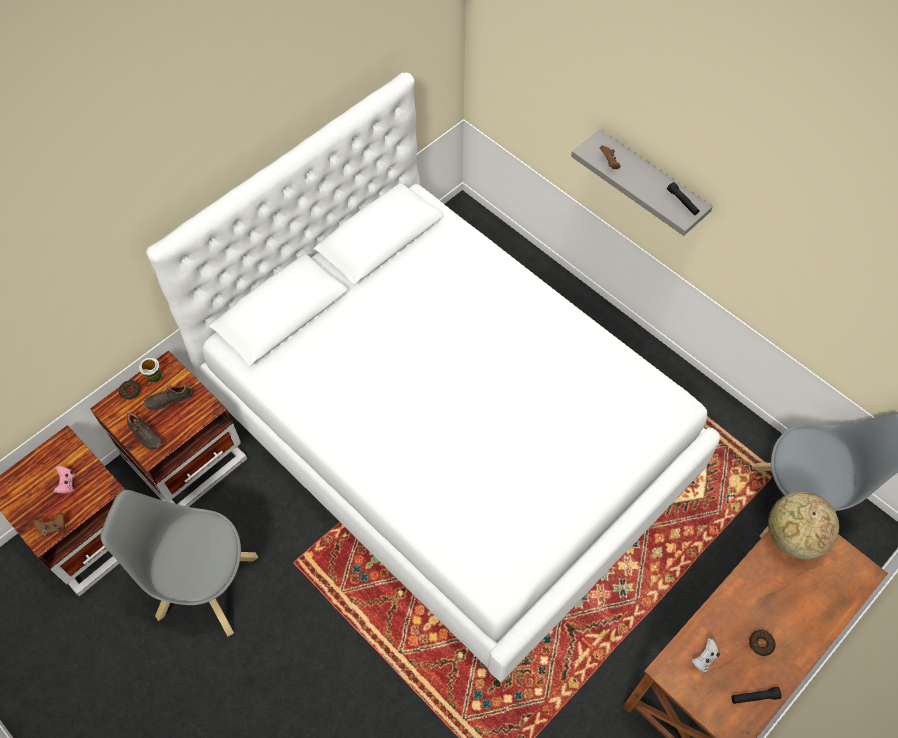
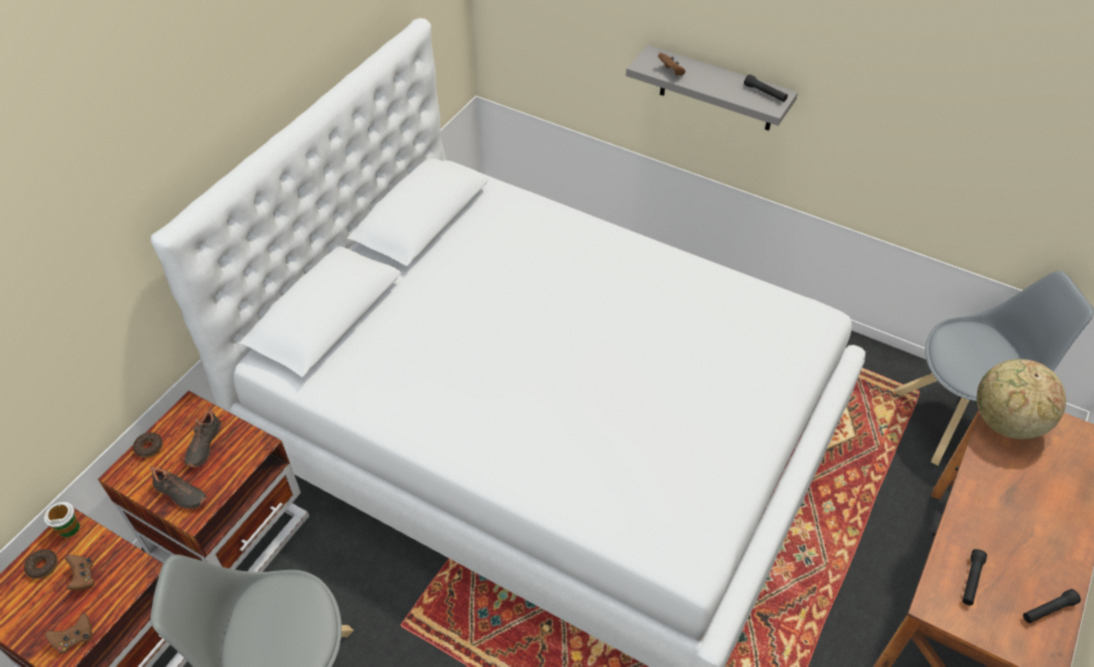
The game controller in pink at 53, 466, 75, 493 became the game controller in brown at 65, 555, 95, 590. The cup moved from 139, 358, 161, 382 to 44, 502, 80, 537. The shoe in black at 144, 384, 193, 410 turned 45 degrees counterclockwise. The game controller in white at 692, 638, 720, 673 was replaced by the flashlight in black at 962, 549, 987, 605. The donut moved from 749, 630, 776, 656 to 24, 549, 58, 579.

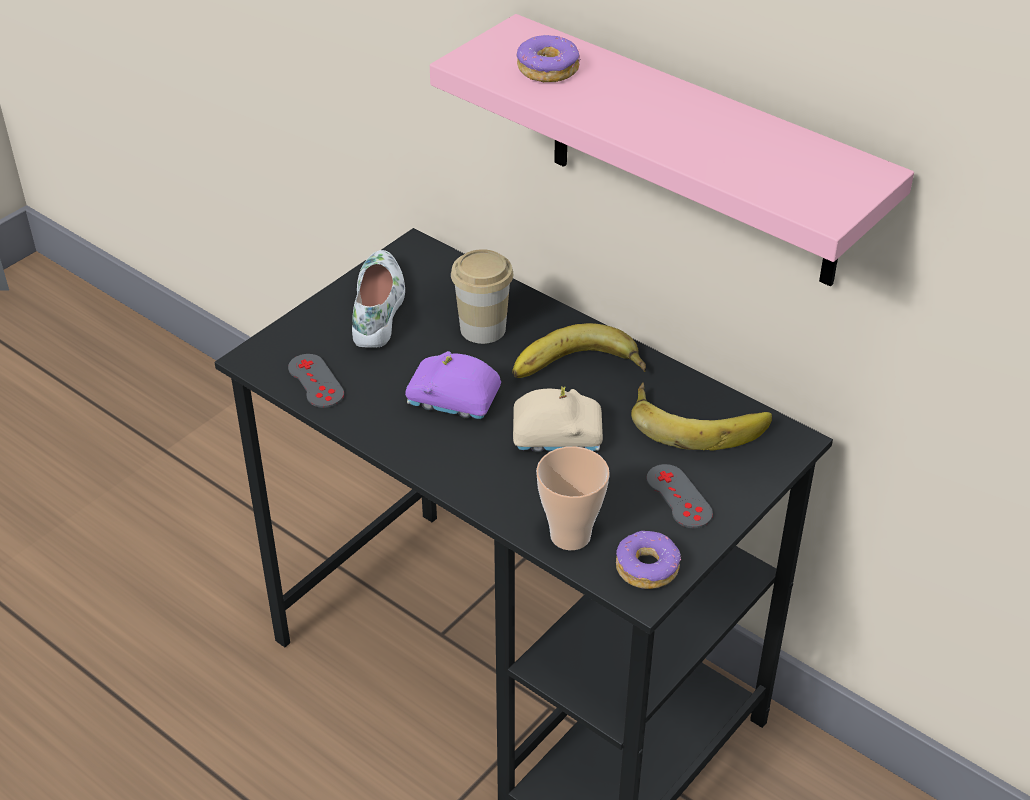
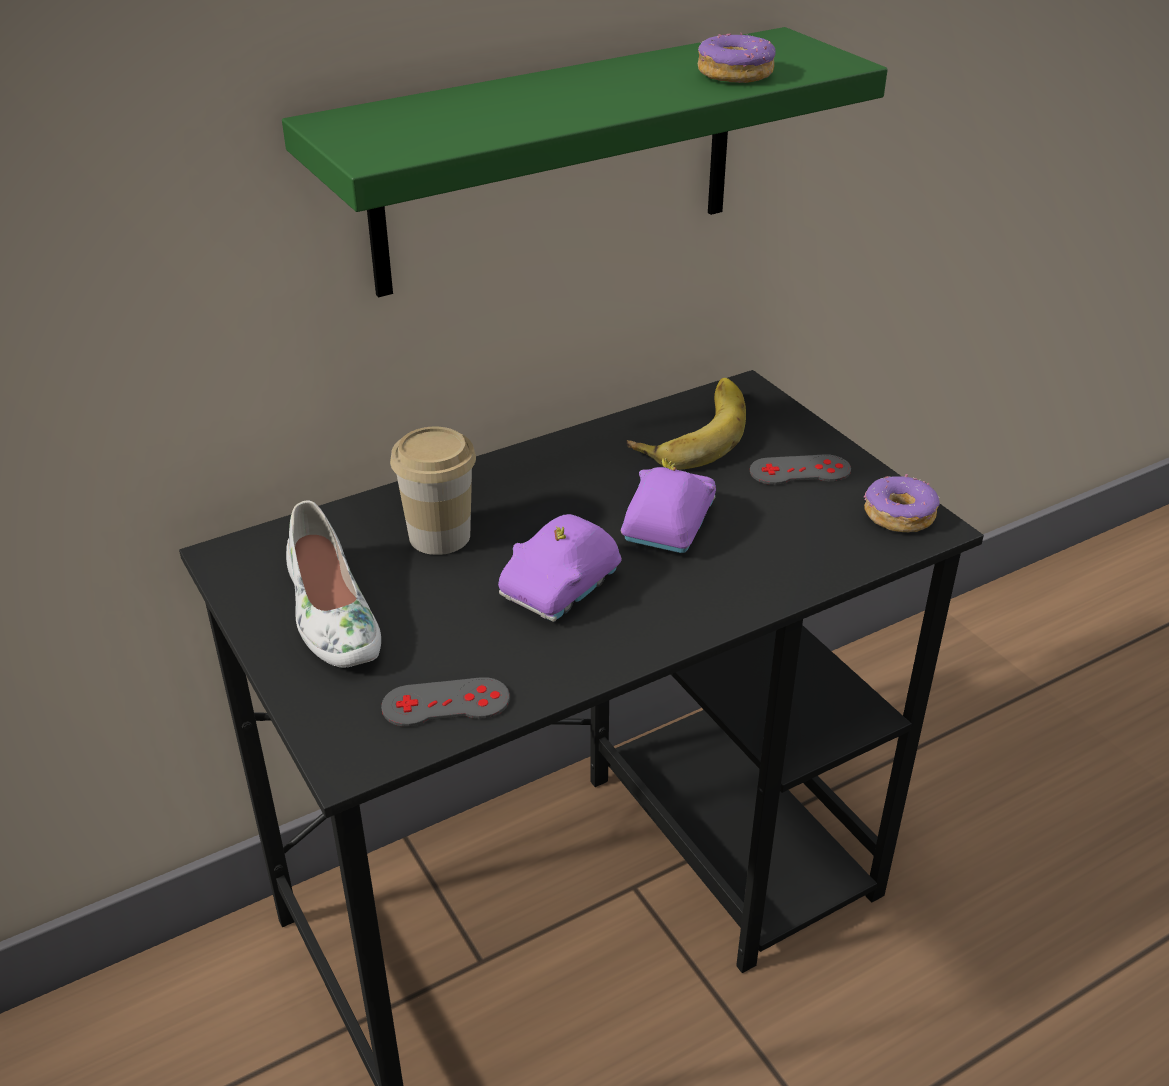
The shoe in white at 352, 250, 405, 348 turned 135 degrees counterclockwise. The shelf in pink at 430, 14, 914, 287 became the shelf in green at 282, 27, 888, 297. The banana at 512, 323, 646, 378 disappeared. The toy car in beige at 513, 386, 603, 452 became the toy car in purple at 621, 458, 716, 553. The donut moved from 517, 35, 581, 82 to 698, 33, 776, 83. The cup at 536, 446, 610, 550 disappeared.

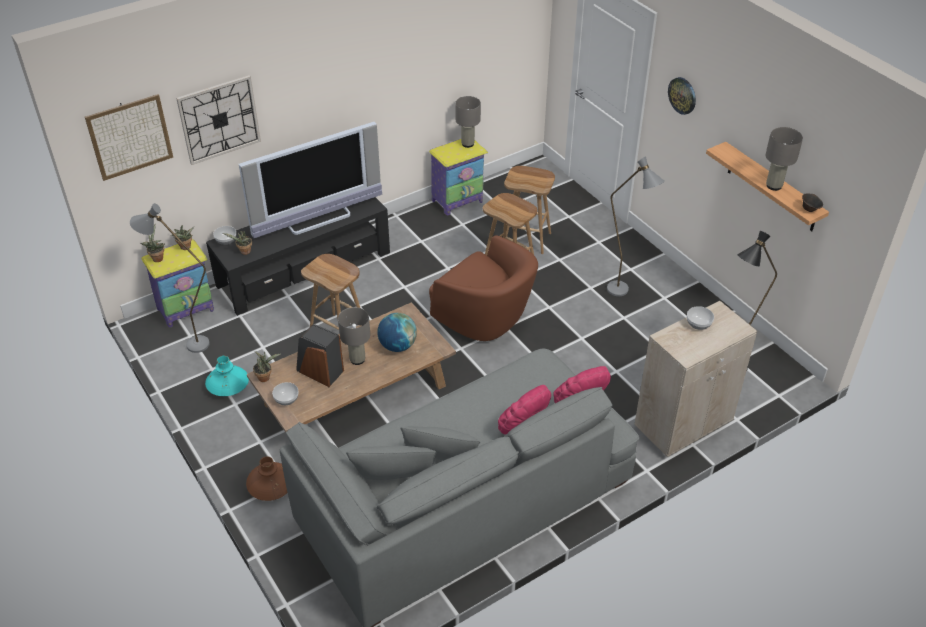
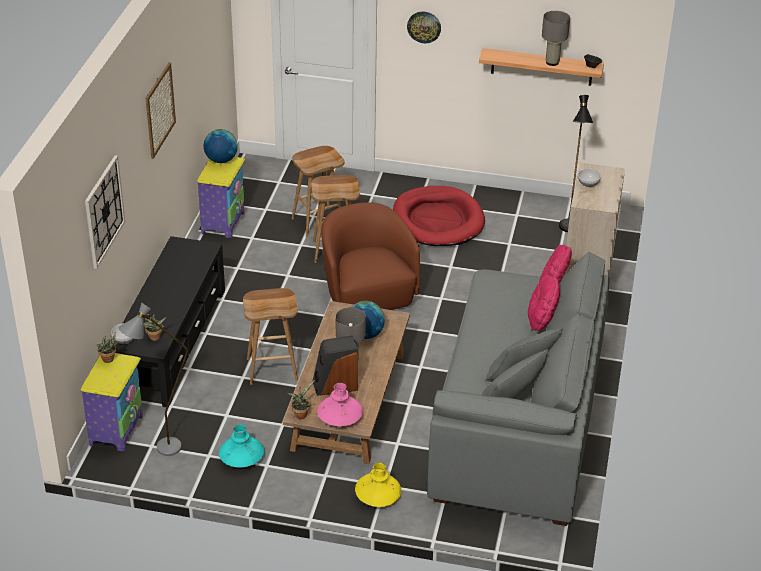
The picture moved from 85, 94, 173, 181 to 146, 62, 176, 159. The potted plant at 140, 223, 165, 262 disappeared. The television at 239, 122, 382, 238 disappeared. The vase in brown at 246, 456, 288, 501 became the vase in yellow at 355, 463, 401, 507. The bowl at 272, 382, 298, 405 was replaced by the vase in pink at 317, 383, 363, 426. The armchair in brown at 429, 235, 538, 341 turned 105 degrees counterclockwise. The table lamp in grey at 455, 96, 481, 148 was replaced by the globe at 204, 129, 238, 163. The floor lamp in grey at 607, 156, 665, 296 was replaced by the dog bed in red at 393, 186, 485, 246.

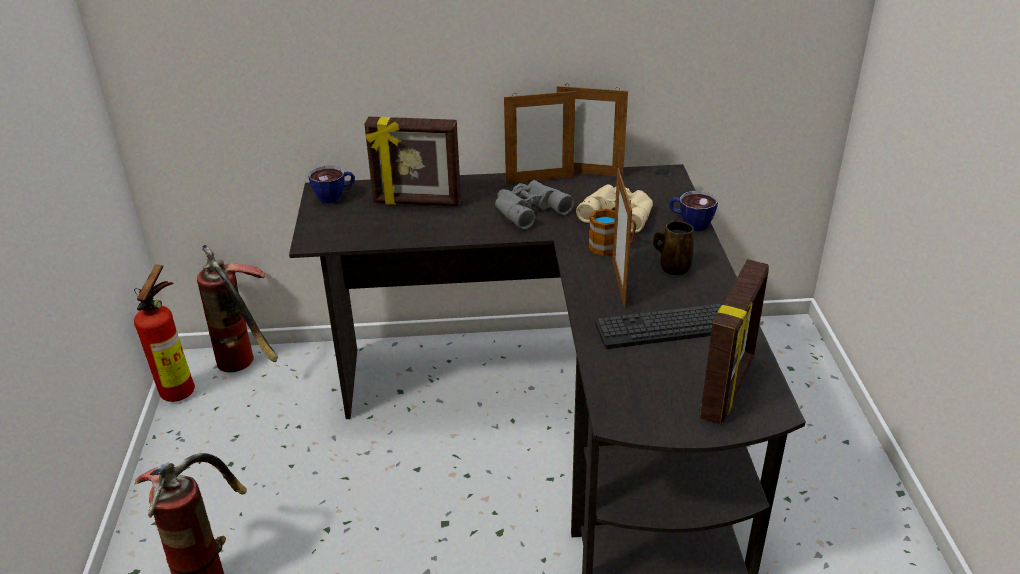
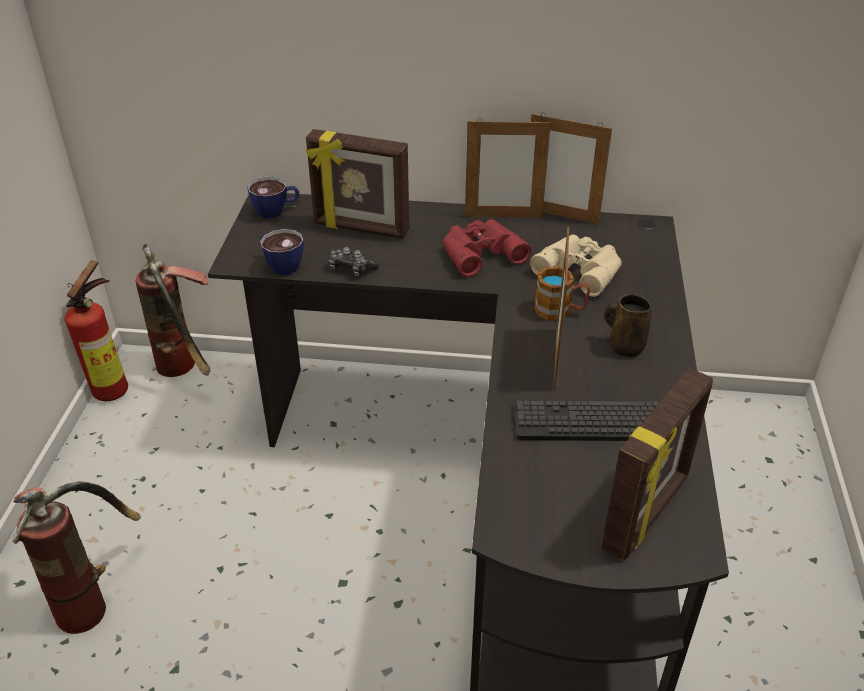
The binoculars in grey at 495, 180, 574, 230 became the binoculars in red at 443, 219, 531, 277. The cup moved from 669, 191, 718, 231 to 260, 229, 304, 275. The game controller at 329, 247, 379, 276 appeared.

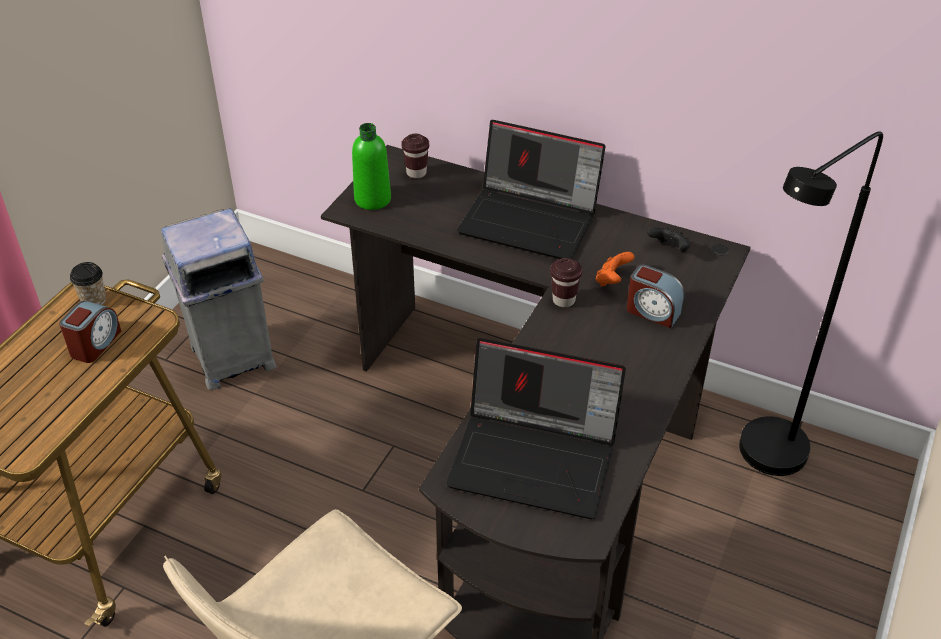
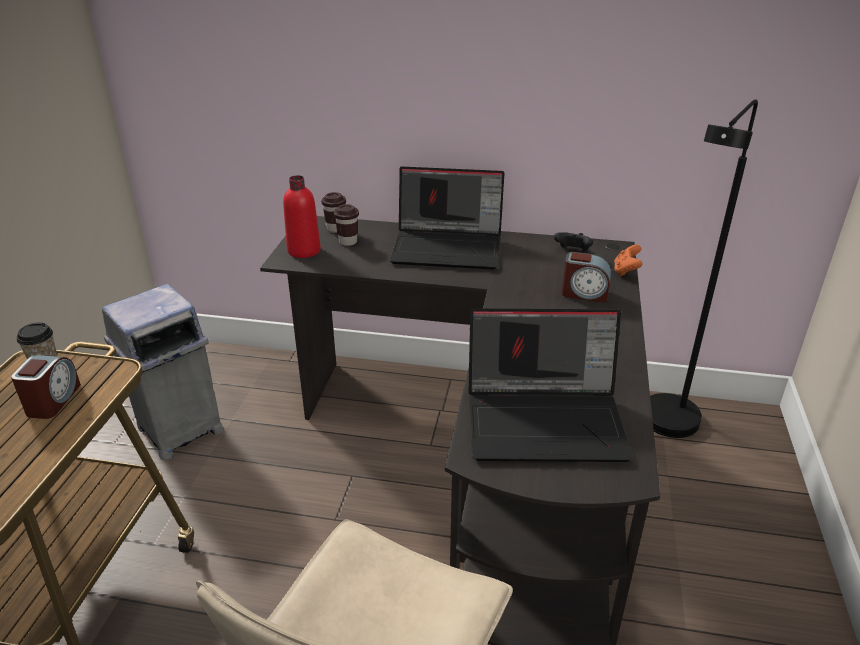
The bottle in green at 352, 123, 391, 210 became the bottle in red at 283, 175, 321, 258. The cup in brown moved from 550, 258, 582, 307 to 333, 204, 359, 246. The game controller in orange moved from 596, 252, 635, 286 to 614, 245, 643, 276.

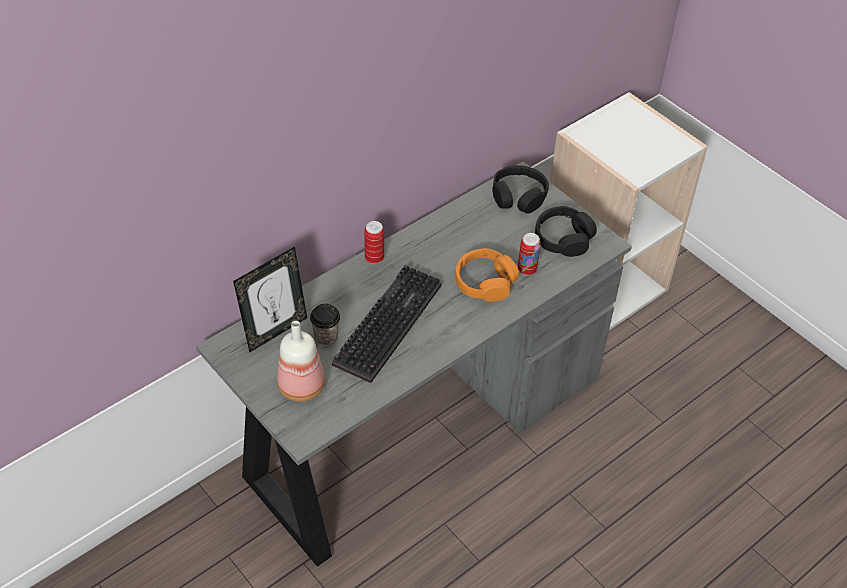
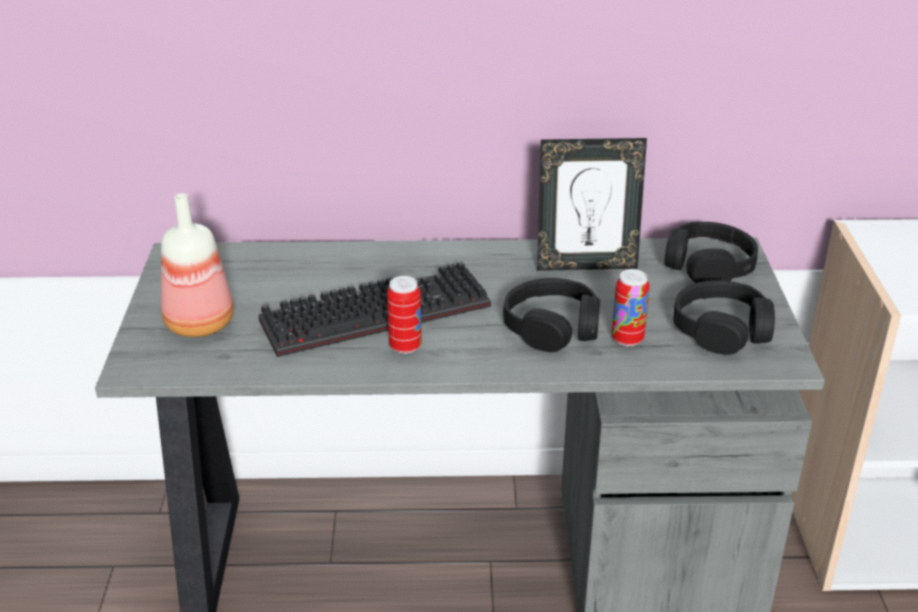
The picture frame moved from 233, 247, 307, 352 to 537, 138, 647, 271. The cup at 310, 304, 340, 346 disappeared. The can moved from 364, 221, 384, 264 to 387, 276, 422, 354. The headphones in orange at 455, 248, 519, 302 became the headphones in black at 503, 278, 600, 352.

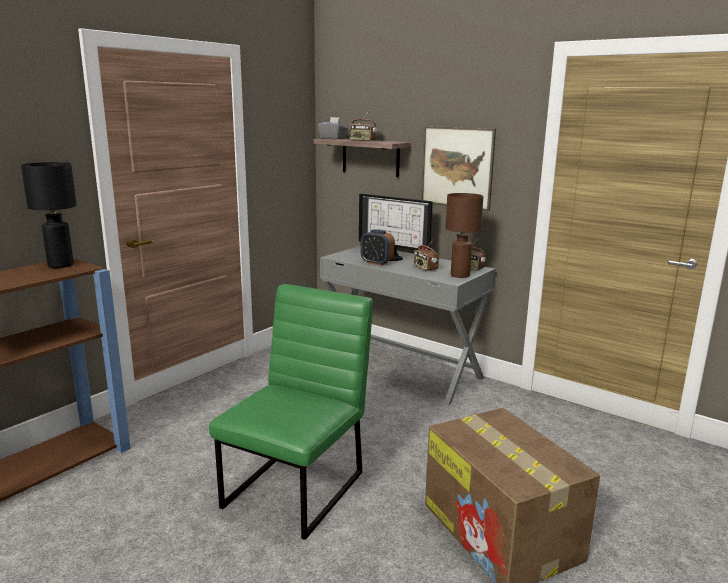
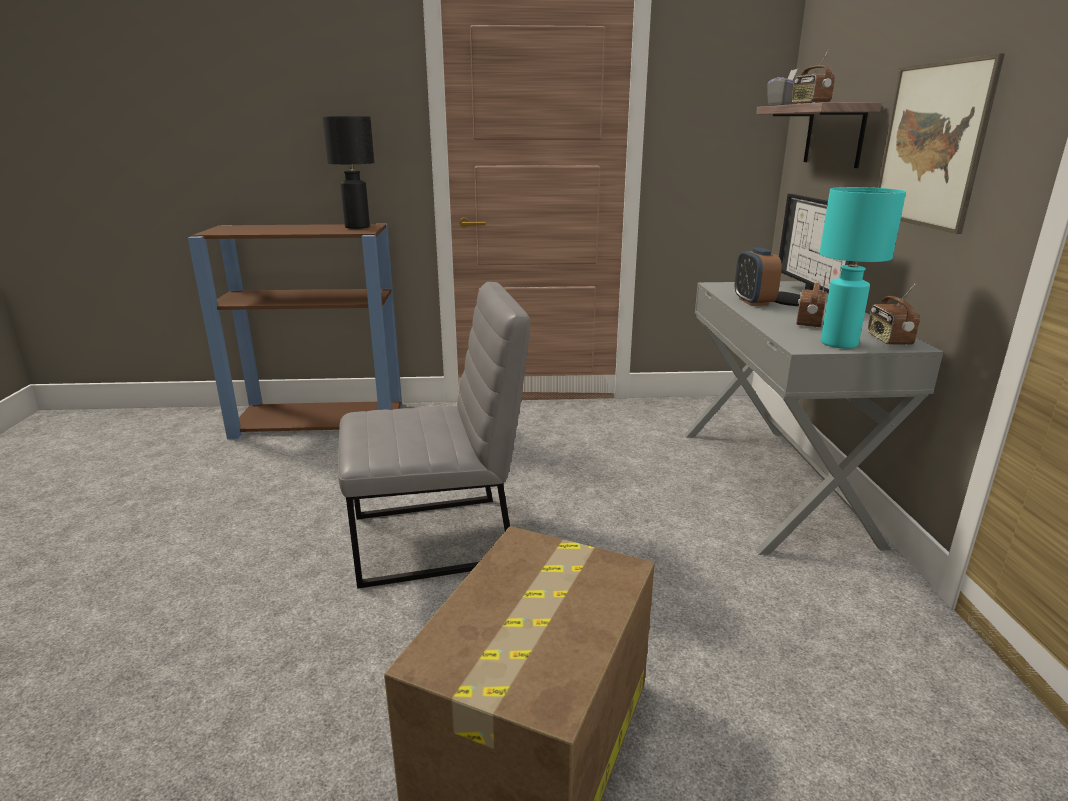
The chair in green at 209, 284, 373, 540 became the chair in grey at 338, 282, 530, 589. The table lamp in brown at 445, 193, 484, 278 became the table lamp in turquoise at 820, 187, 906, 349.

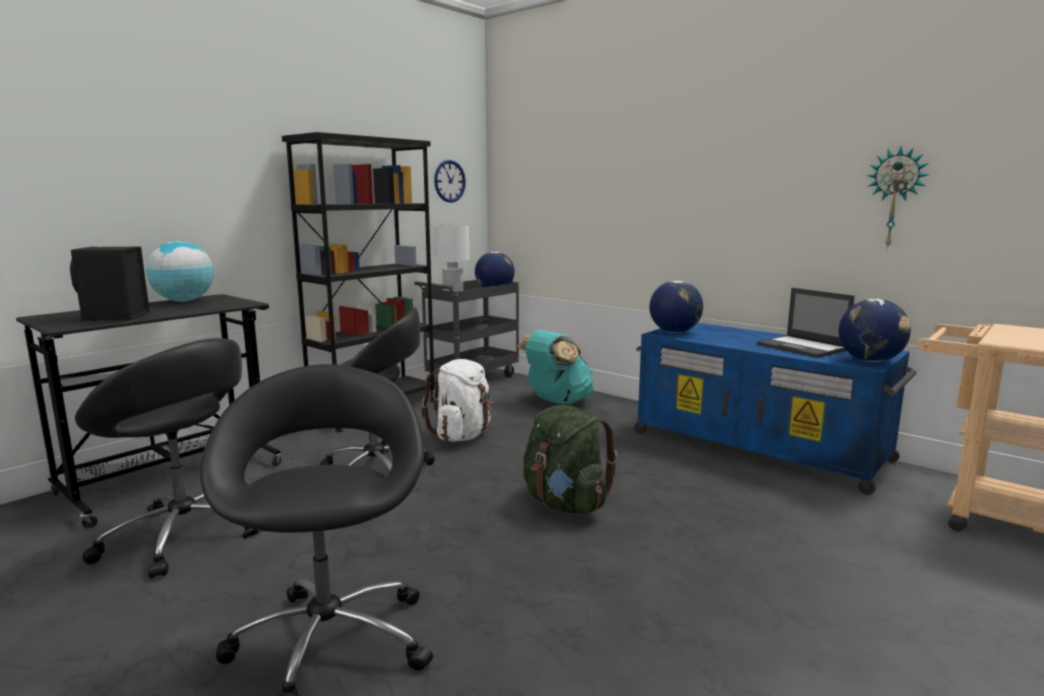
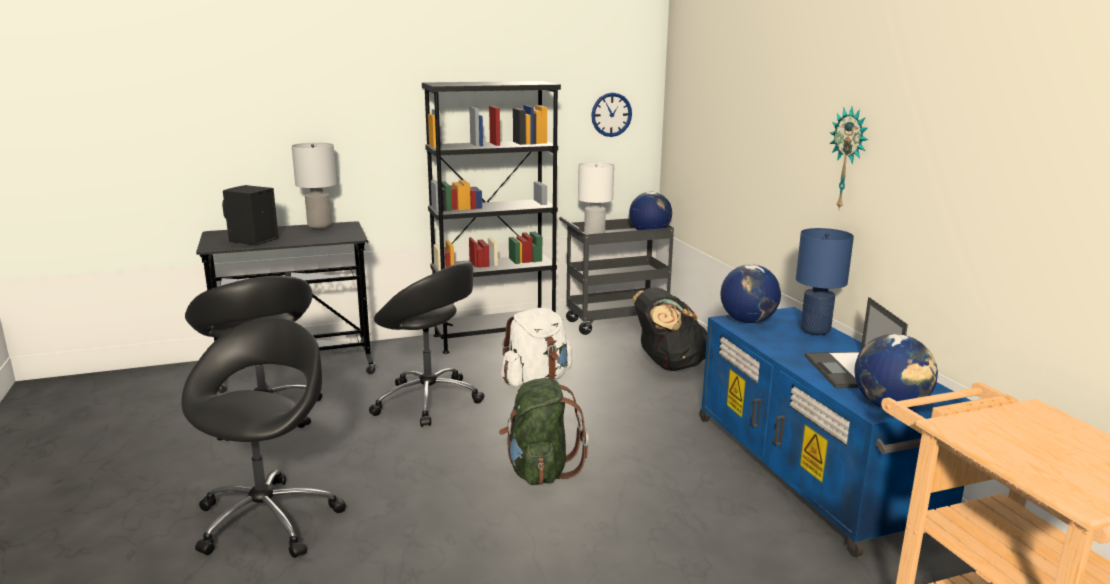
The globe at 146, 241, 214, 302 was replaced by the table lamp in grey at 292, 143, 337, 229. The backpack in turquoise at 517, 330, 594, 404 became the backpack in black at 632, 287, 707, 371. The wall clock moved from 867, 146, 929, 249 to 830, 107, 868, 209. The table lamp in blue at 796, 228, 854, 335 appeared.

